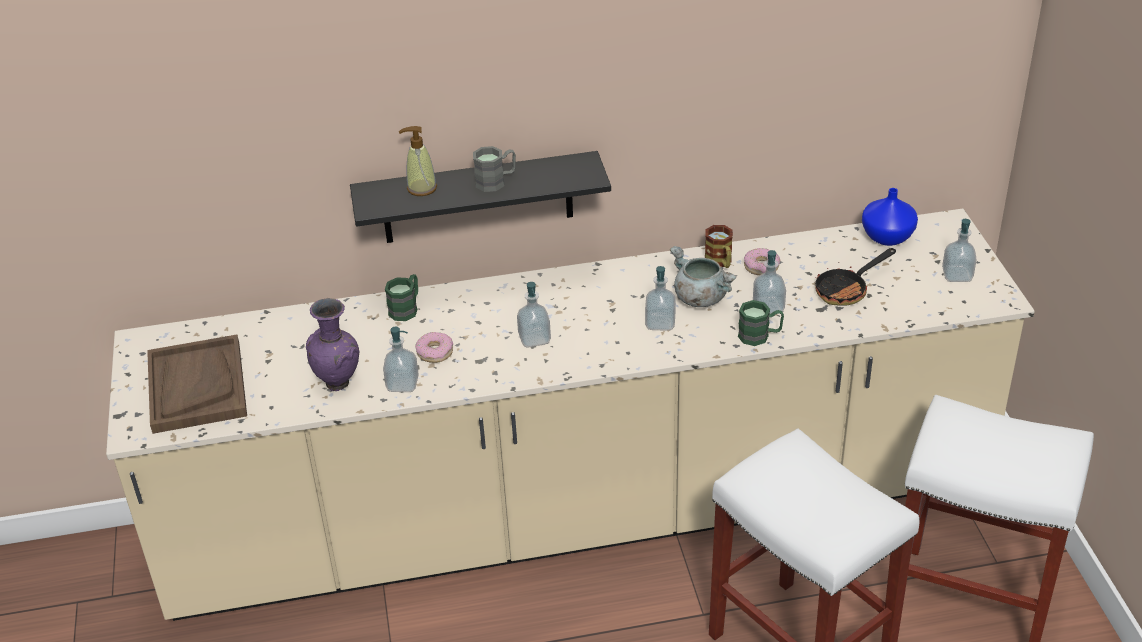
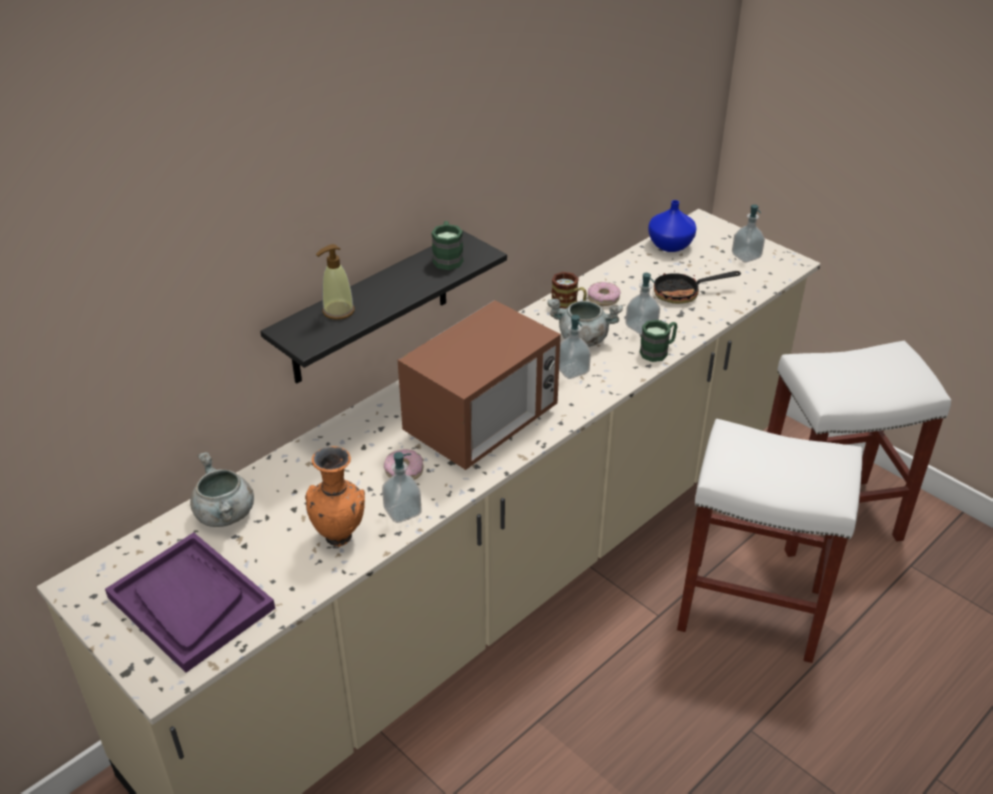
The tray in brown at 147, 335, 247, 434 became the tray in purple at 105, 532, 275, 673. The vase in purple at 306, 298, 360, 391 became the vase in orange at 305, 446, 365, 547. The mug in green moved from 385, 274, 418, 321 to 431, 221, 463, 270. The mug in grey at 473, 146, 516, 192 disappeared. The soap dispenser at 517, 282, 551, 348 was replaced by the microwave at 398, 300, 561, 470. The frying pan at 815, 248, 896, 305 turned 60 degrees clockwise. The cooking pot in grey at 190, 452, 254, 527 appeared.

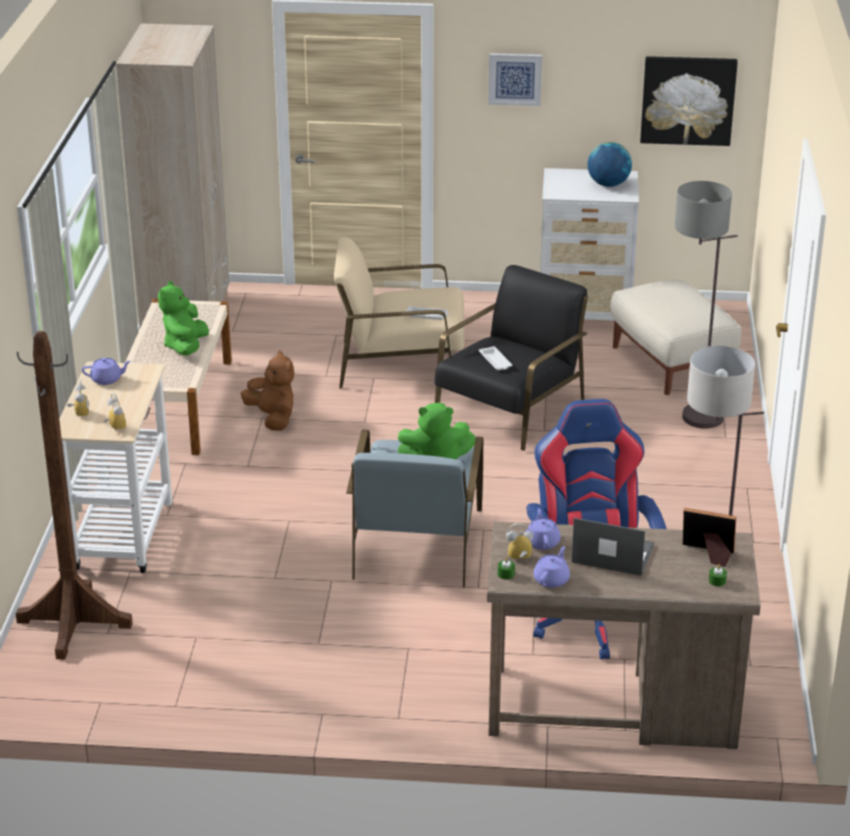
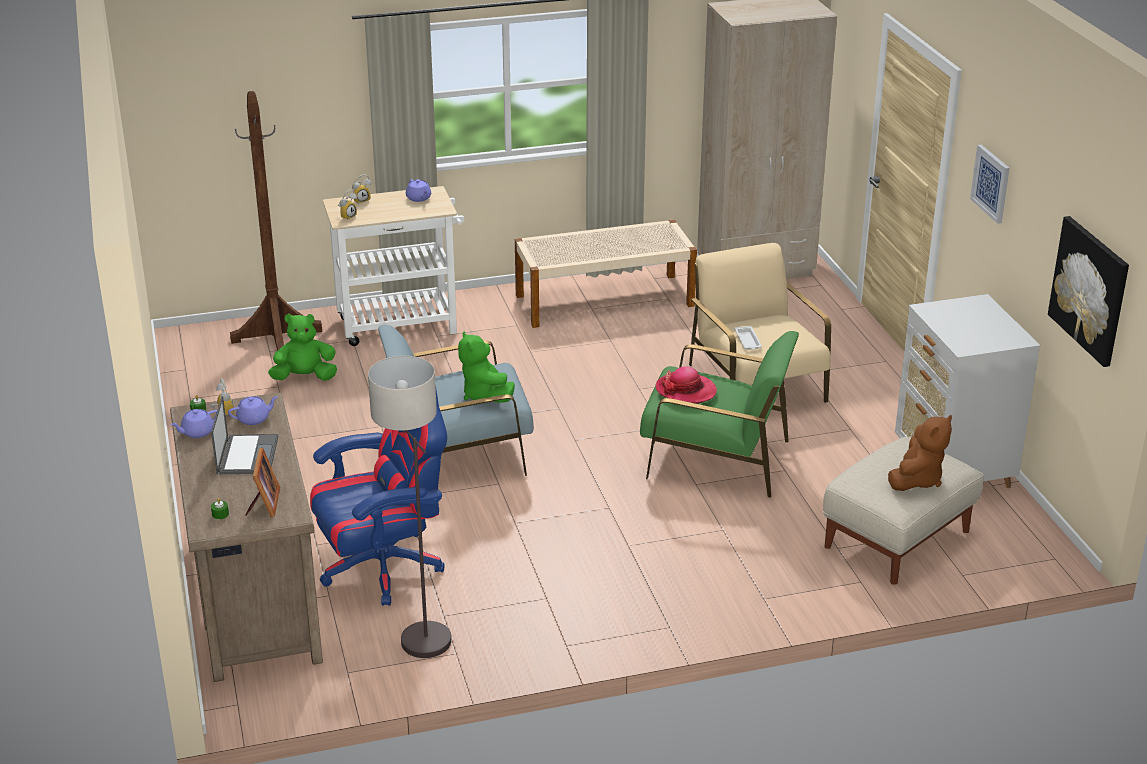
The plush toy in green moved from 158, 281, 209, 356 to 268, 314, 337, 381. The plush toy in brown moved from 241, 350, 294, 431 to 888, 415, 952, 491. The armchair in black at 434, 265, 588, 451 became the armchair in green at 640, 331, 799, 497. The tray in white at 479, 346, 512, 370 was replaced by the hat at 656, 367, 717, 404. The teapot in purple at 533, 546, 570, 588 turned 135 degrees clockwise. The globe at 588, 142, 632, 187 disappeared. The floor lamp in grey at 675, 181, 738, 429 disappeared.

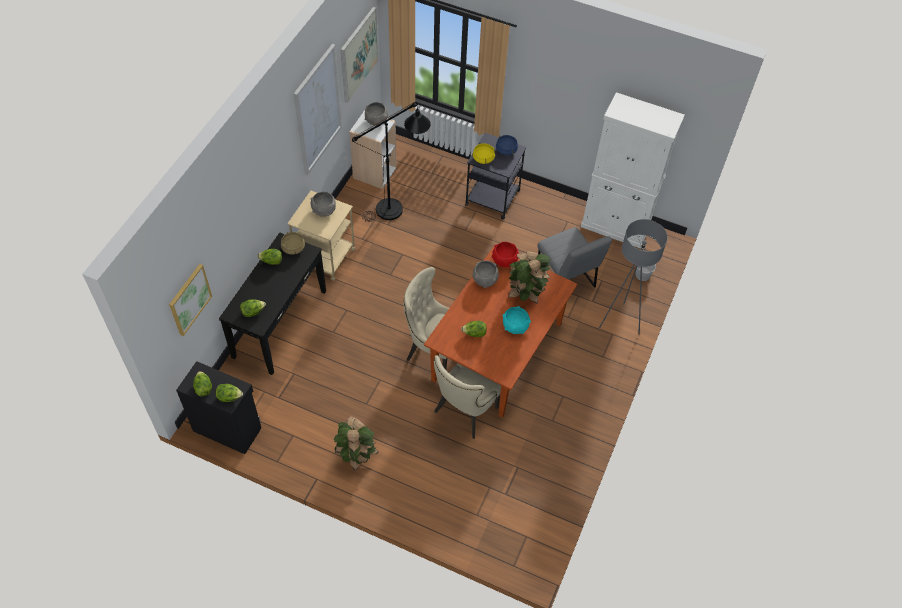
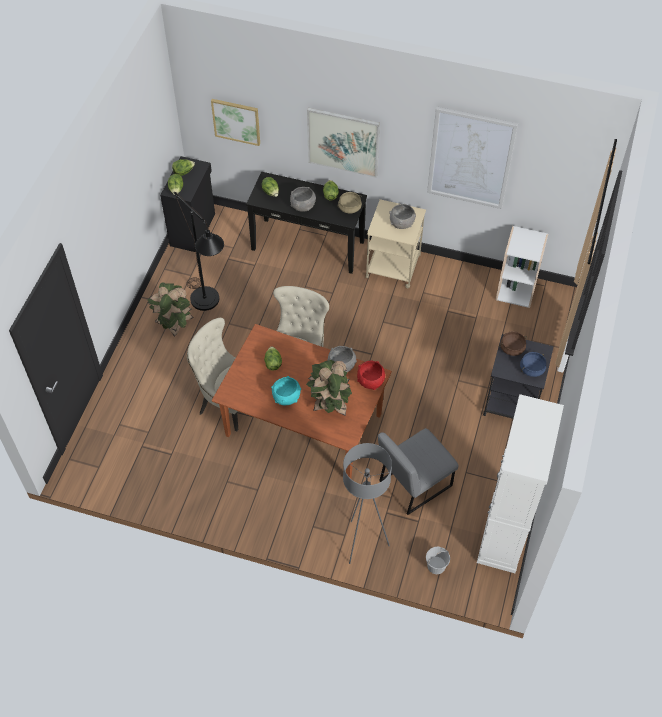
The picture moved from 341, 7, 378, 103 to 307, 108, 380, 178. The floor lamp in black moved from 352, 102, 431, 222 to 174, 192, 224, 311. The bowl in grey moved from 365, 102, 388, 126 to 290, 187, 316, 212. The cooking pot in yellow at 473, 143, 495, 164 became the cooking pot in brown at 499, 331, 527, 356.

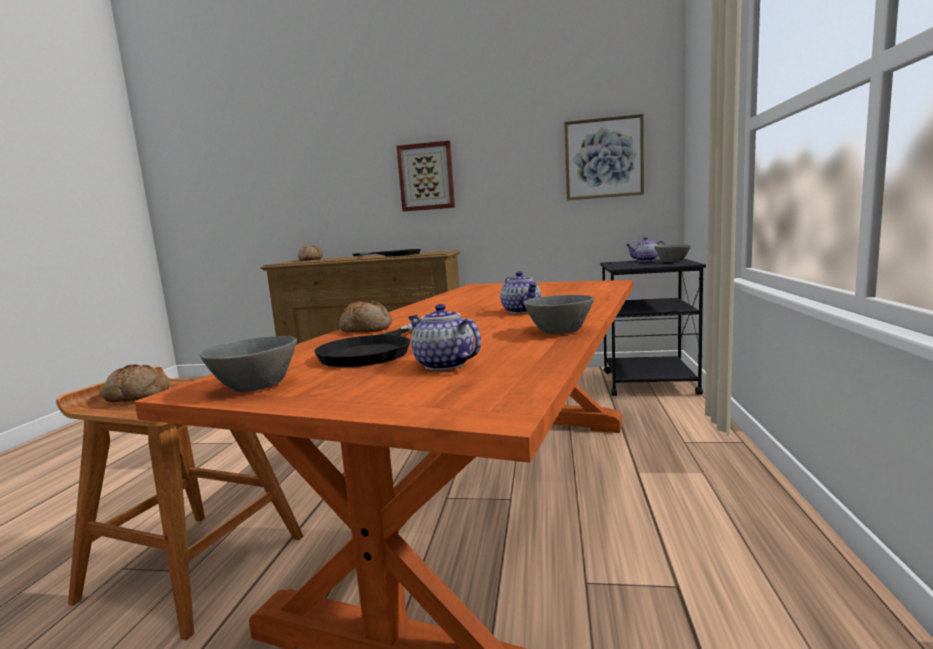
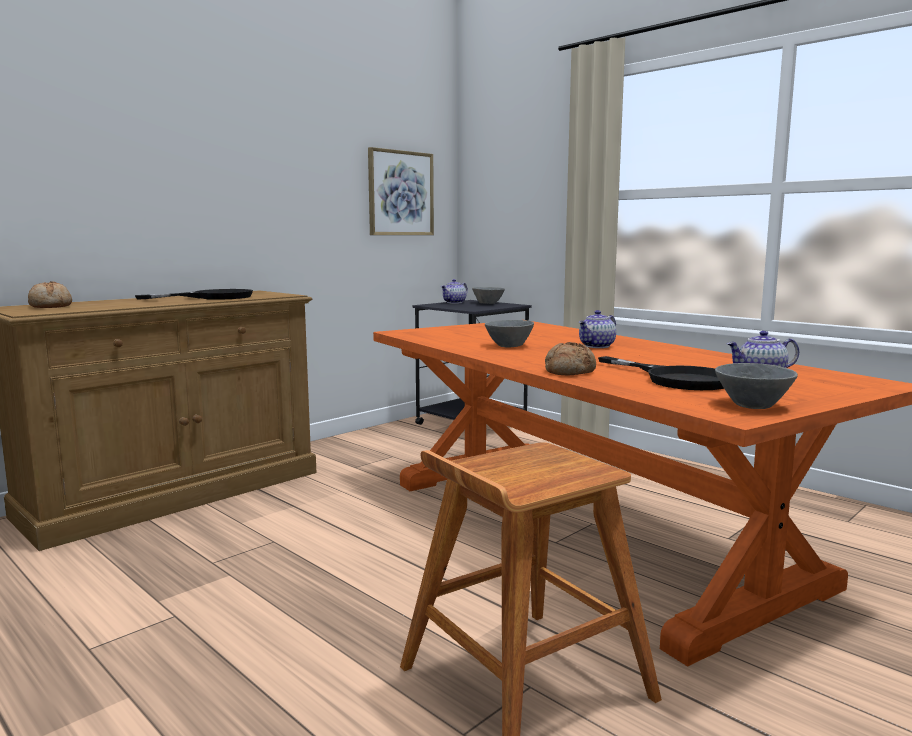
The bread at 102, 364, 169, 402 disappeared. The picture at 396, 141, 455, 212 disappeared. The teapot at 500, 271, 541, 314 turned 120 degrees clockwise. The bowl in grey moved from 524, 295, 594, 334 to 485, 320, 534, 347.

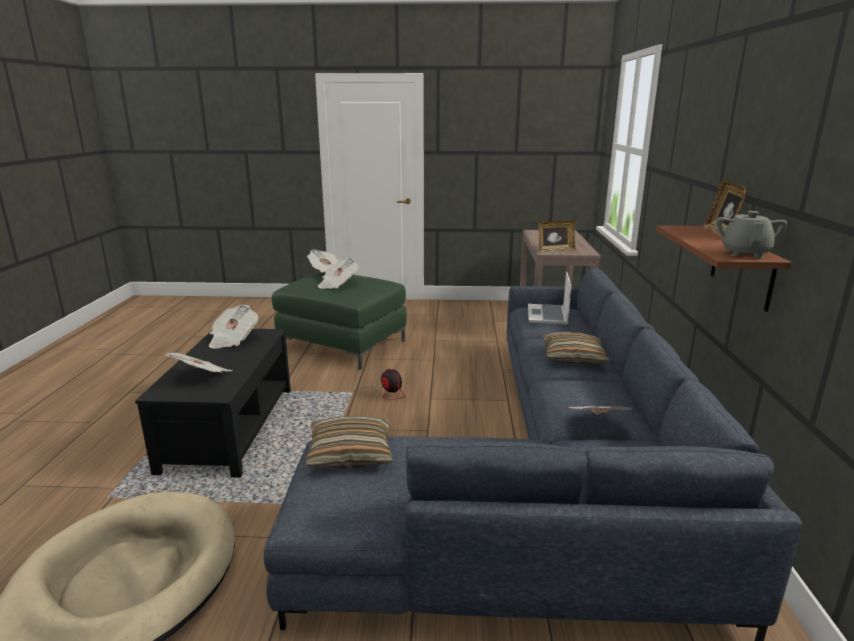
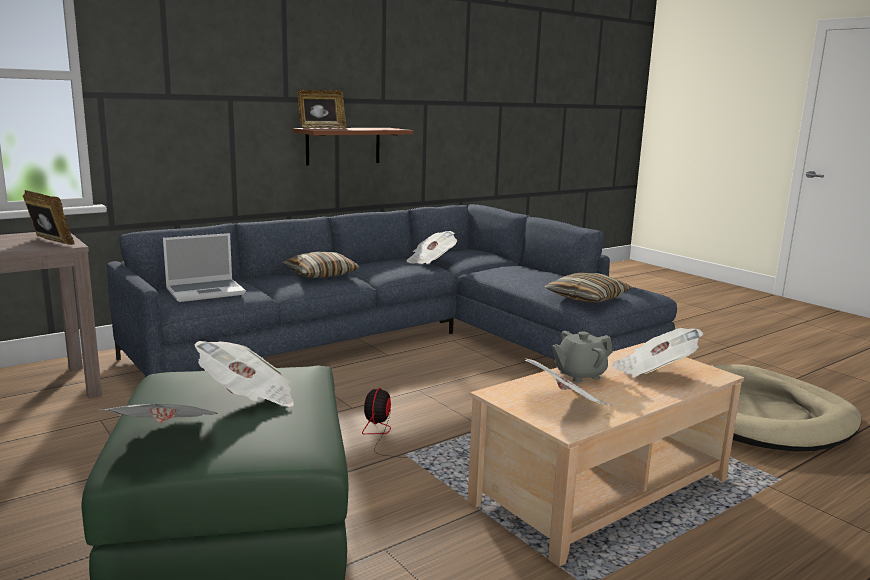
The coffee table in black at 135, 329, 291, 478 became the coffee table in beige at 467, 343, 744, 568. The teapot in grey moved from 716, 211, 787, 258 to 552, 331, 613, 383.

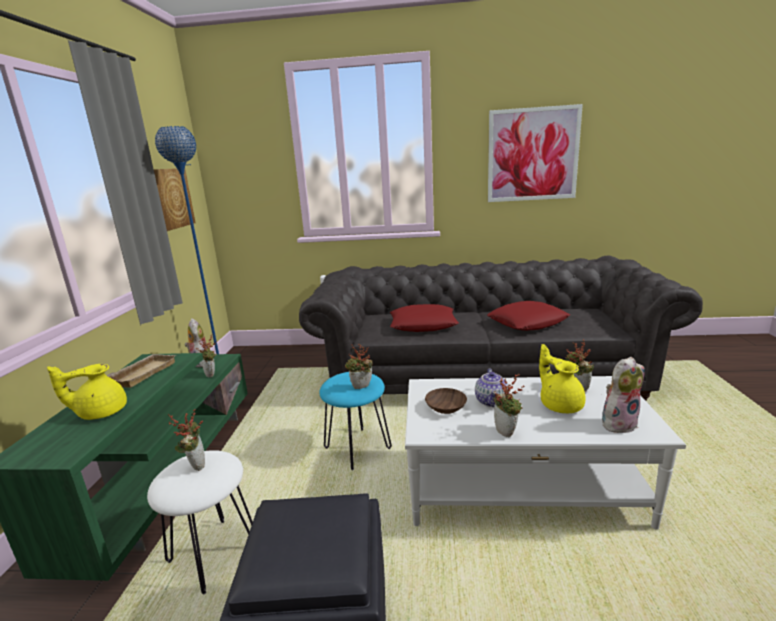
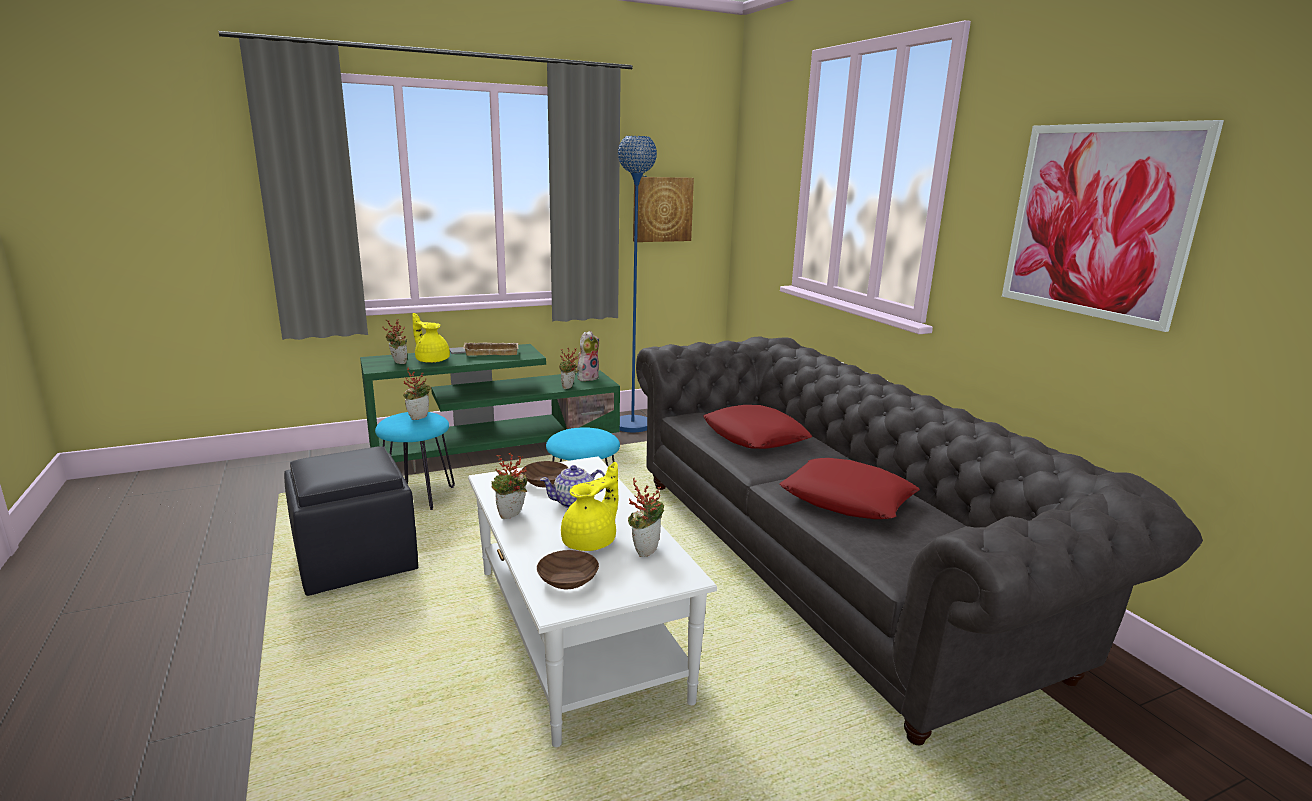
The stool in white at 147, 450, 253, 595 became the stool in turquoise at 375, 412, 455, 510. The potted plant moved from 345, 343, 373, 389 to 382, 319, 407, 364. The plush toy at 602, 357, 645, 435 was replaced by the bowl in brown at 537, 550, 599, 589.

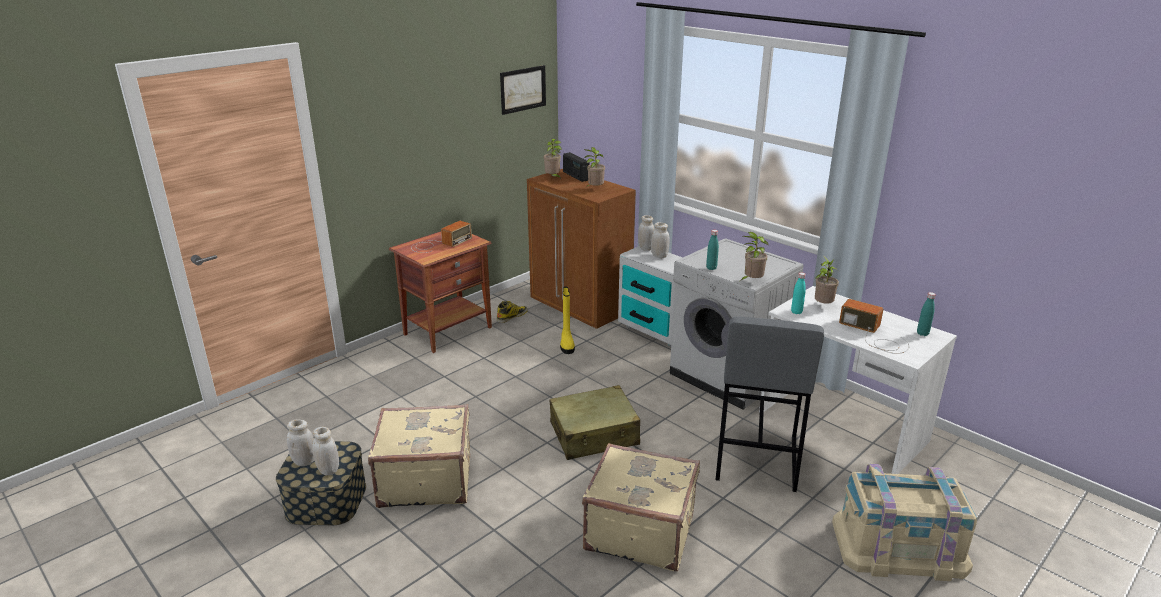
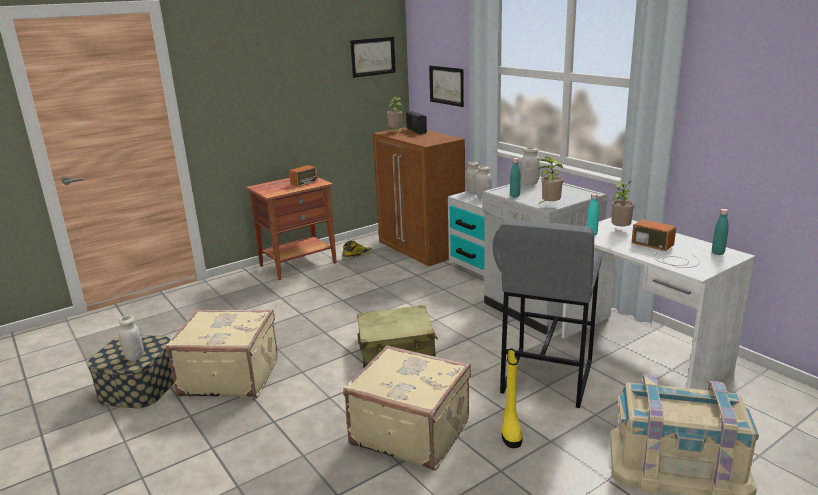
The jar in white moved from 287, 419, 314, 466 to 520, 147, 540, 185. The boot in yellow moved from 560, 287, 575, 354 to 502, 349, 522, 448. The potted plant at 584, 147, 605, 187 disappeared. The picture at 429, 65, 464, 107 appeared.

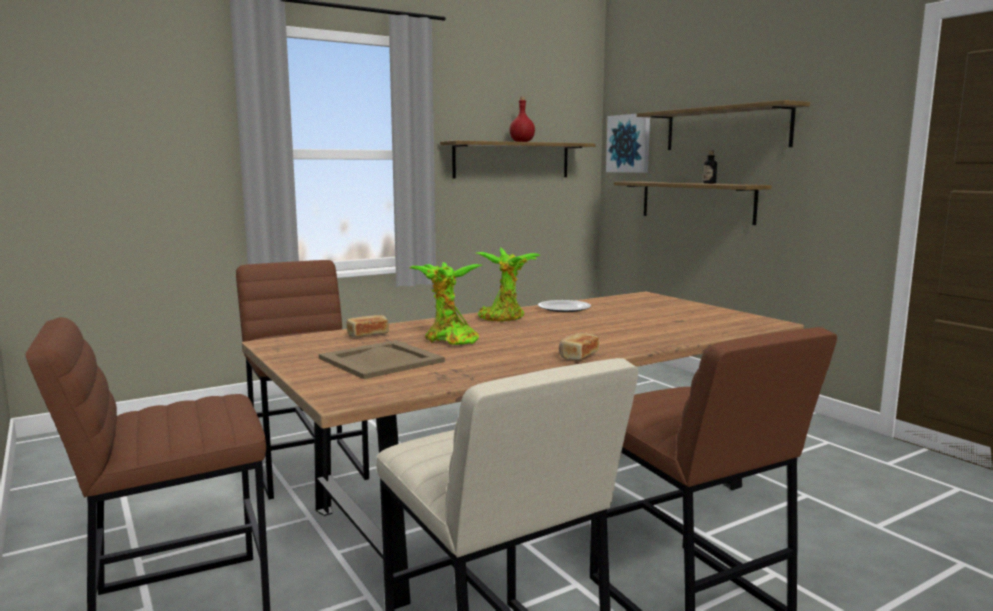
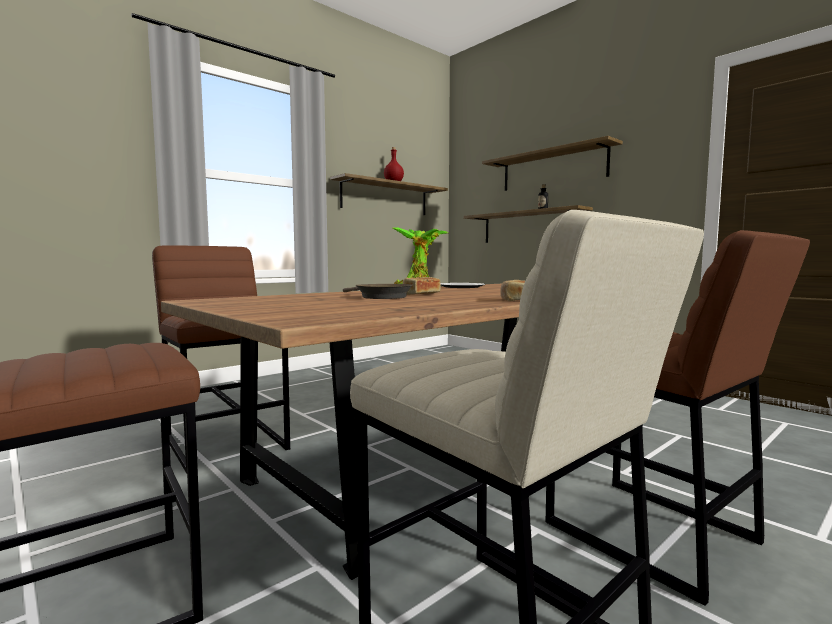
The tray in beige at 319, 340, 445, 379 disappeared. The bread moved from 347, 315, 389, 337 to 403, 277, 441, 295. The potted plant at 409, 262, 482, 345 was replaced by the frying pan in brown at 343, 284, 413, 299. The picture at 606, 114, 650, 173 disappeared.

